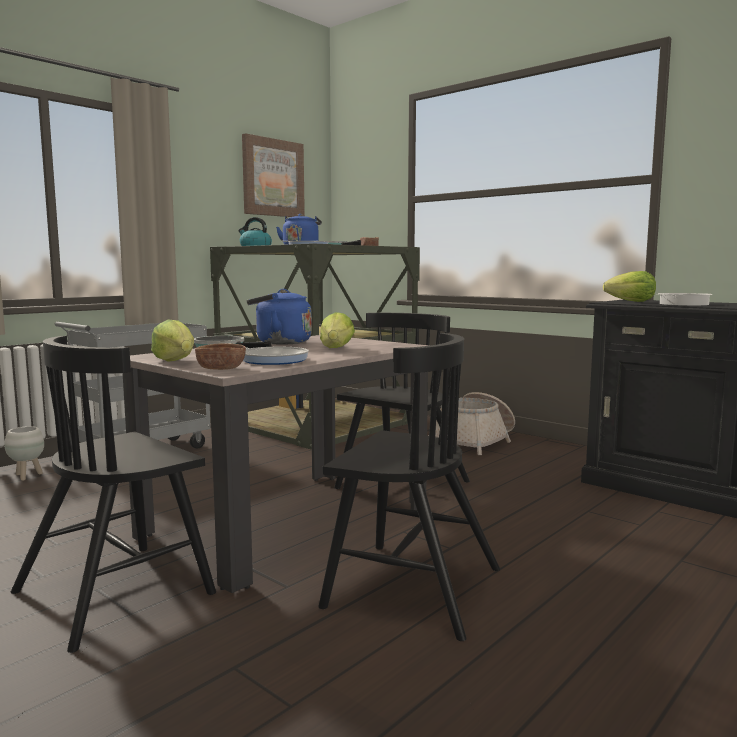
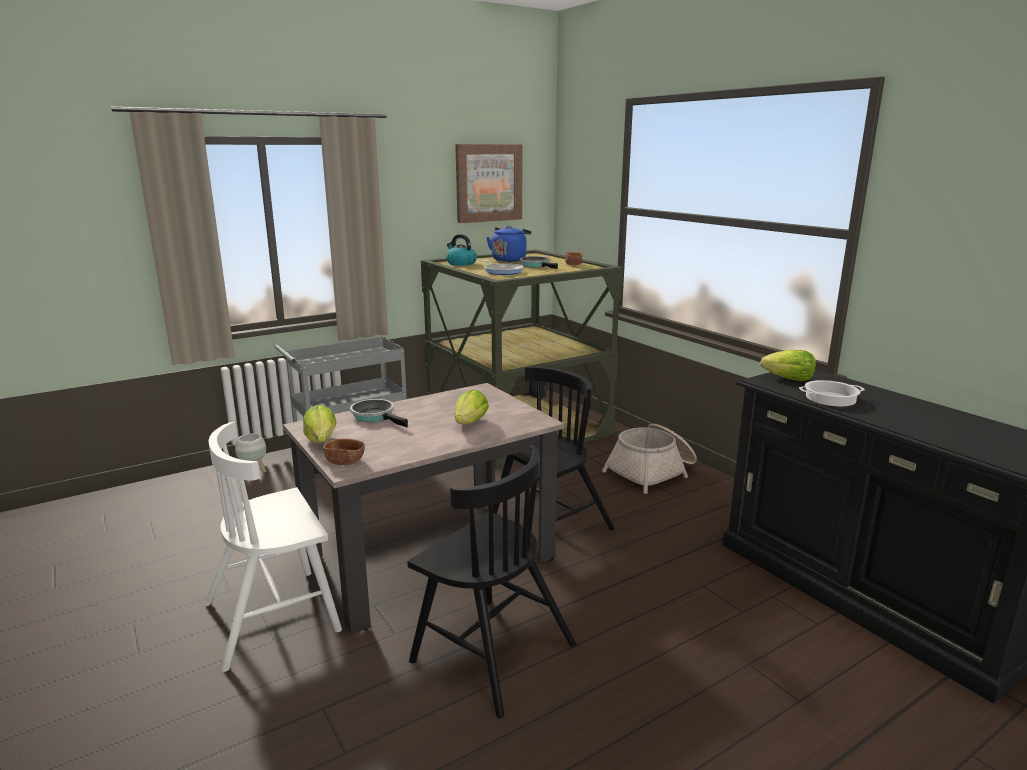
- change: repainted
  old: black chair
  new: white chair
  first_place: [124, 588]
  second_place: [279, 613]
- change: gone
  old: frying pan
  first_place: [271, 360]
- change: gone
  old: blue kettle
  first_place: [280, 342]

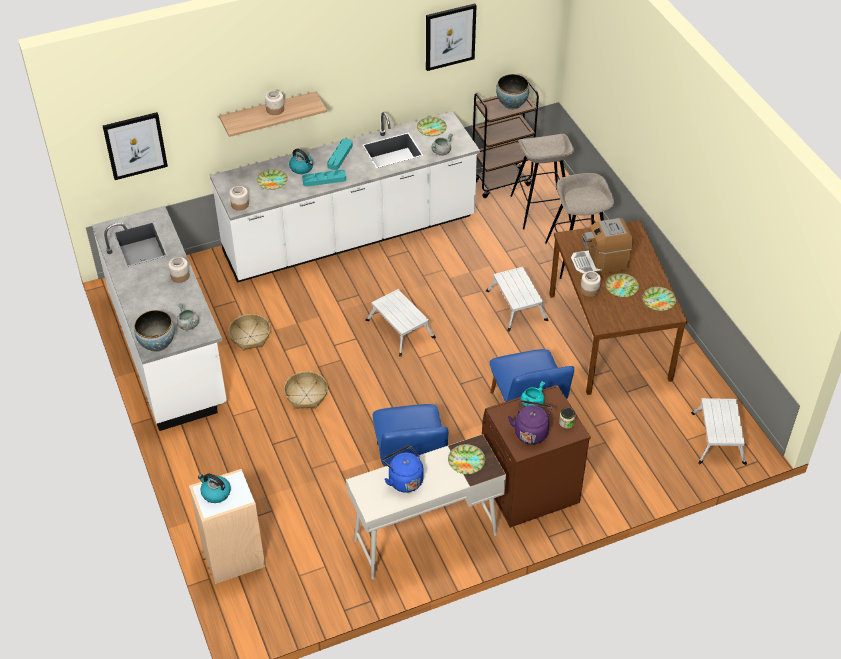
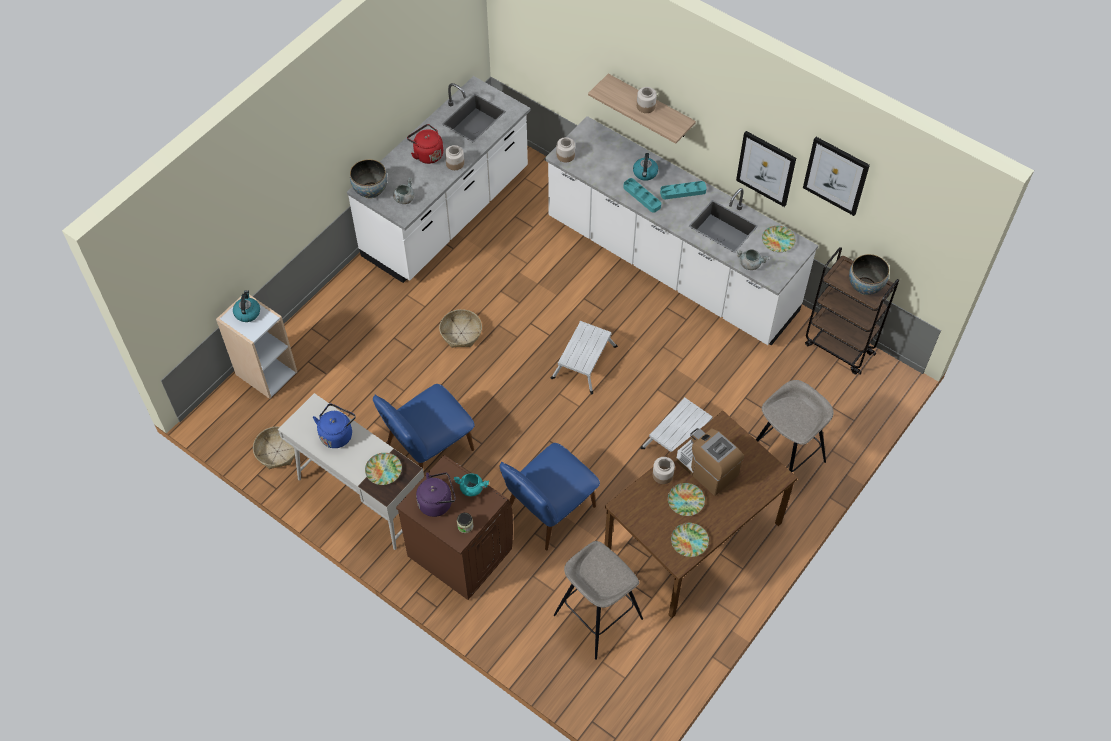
- change: shifted
  old: basket
  first_place: [250, 336]
  second_place: [277, 451]
- change: new
  new: red kettle
  second_place: [427, 154]
- change: shifted
  old: grey stool
  first_place: [540, 209]
  second_place: [597, 617]
- change: shifted
  old: picture
  first_place: [135, 145]
  second_place: [766, 168]
- change: gone
  old: plate
  first_place: [272, 181]
- change: gone
  old: white step ladder
  first_place: [718, 438]

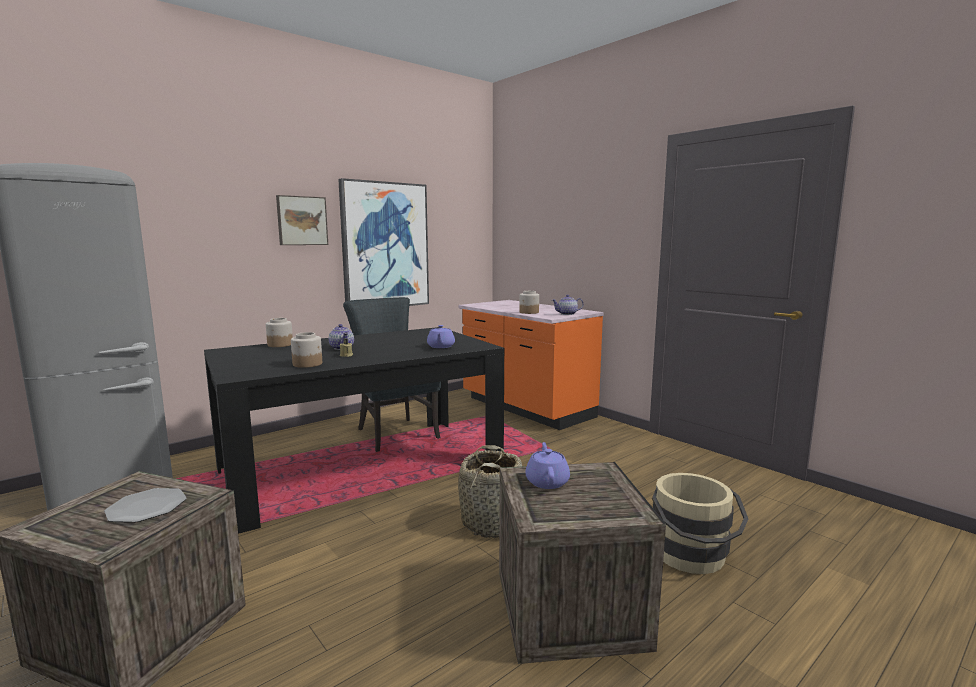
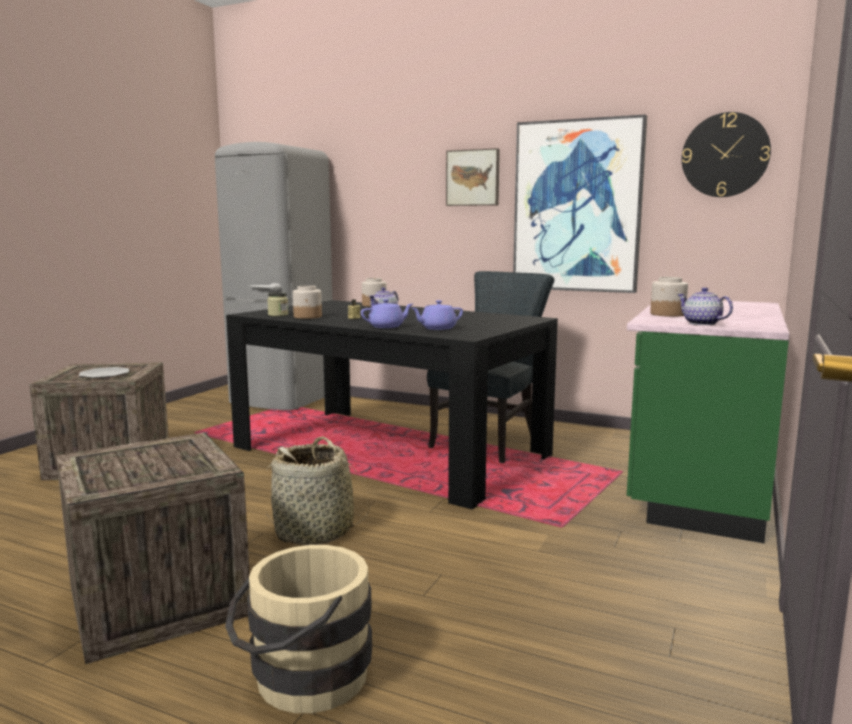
- change: new
  new: jar
  second_place: [278, 315]
- change: shifted
  old: purple teapot
  first_place: [547, 481]
  second_place: [387, 326]
- change: repainted
  old: orange counter
  new: green counter
  first_place: [525, 408]
  second_place: [696, 486]
- change: new
  new: wall clock
  second_place: [725, 155]

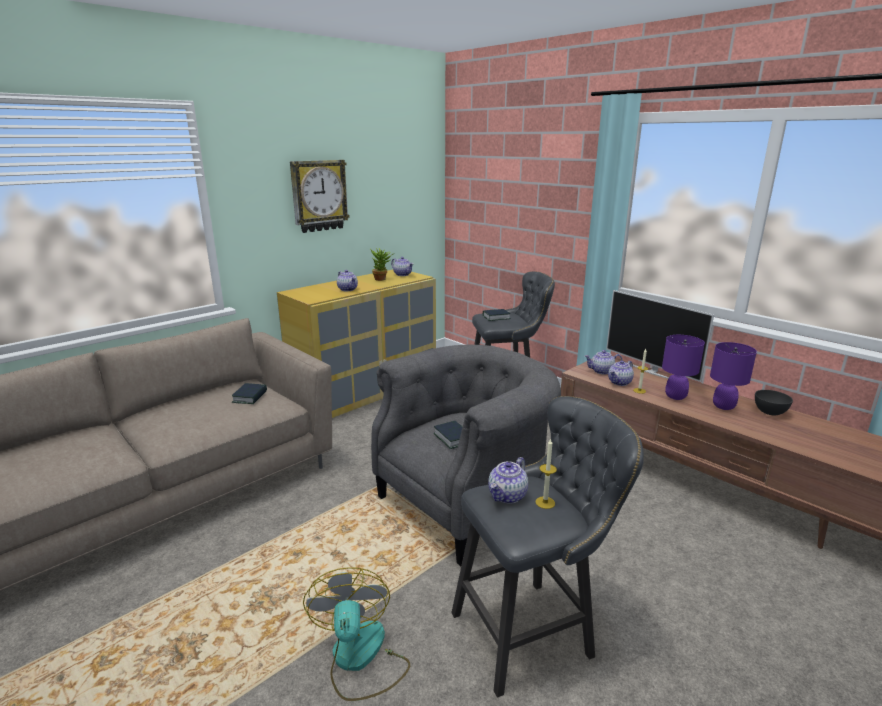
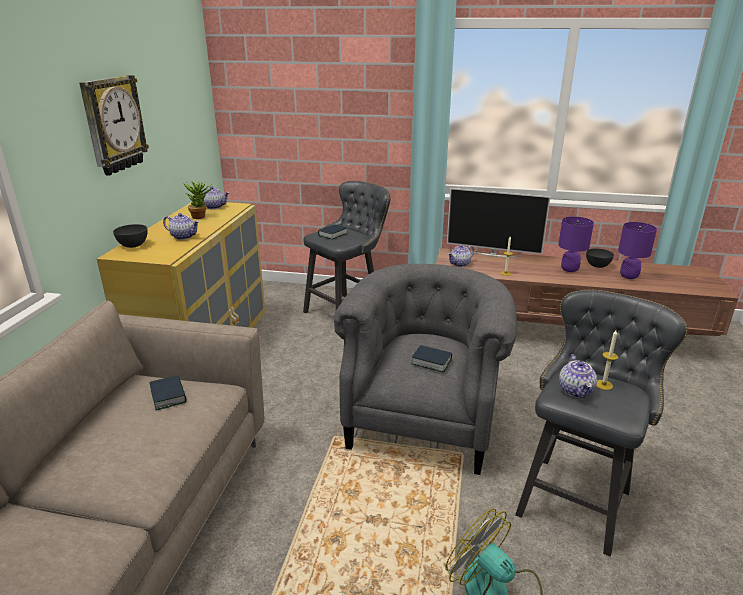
- change: new
  new: grey bowl
  second_place: [133, 245]
- change: shifted
  old: purple table lamp
  first_place: [676, 397]
  second_place: [629, 277]
- change: gone
  old: teapot
  first_place: [620, 382]

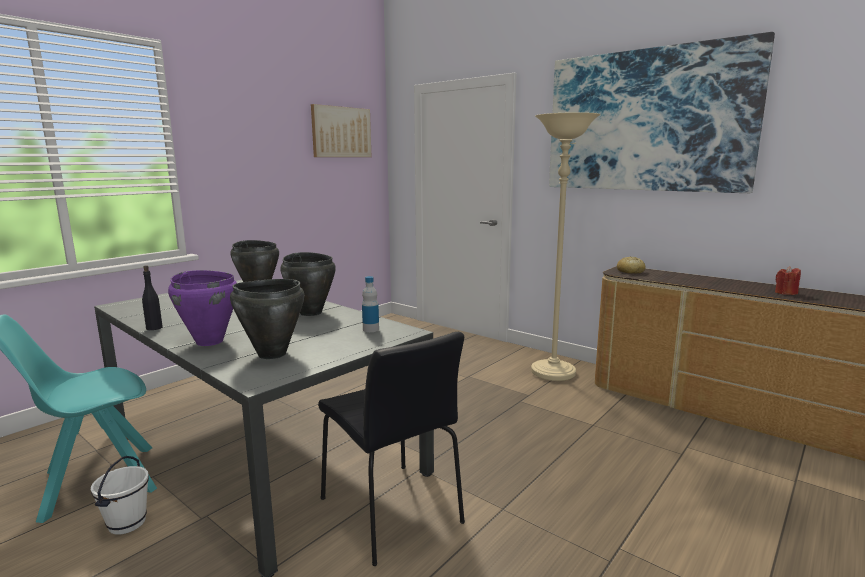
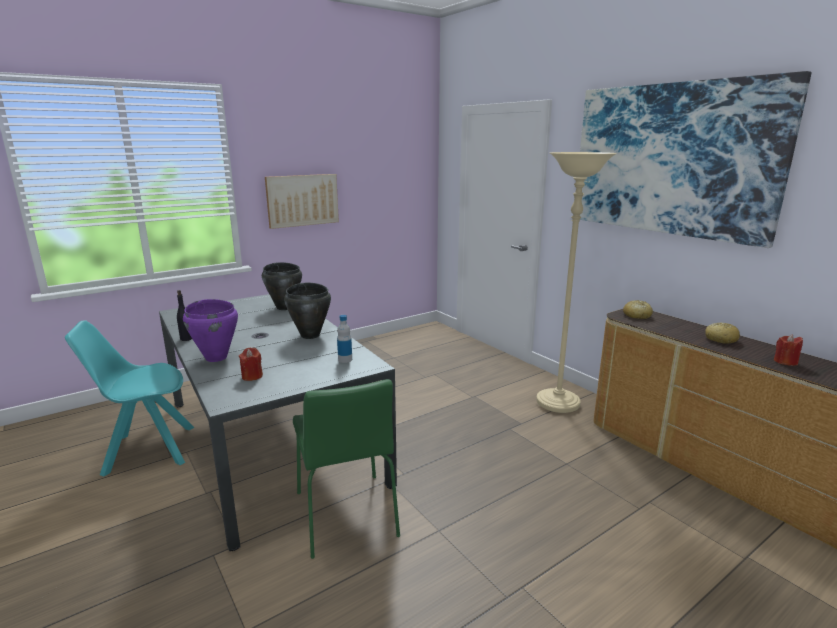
- change: swapped
  old: black cooking pot
  new: red candle
  first_place: [271, 354]
  second_place: [252, 376]
- change: shifted
  old: picture
  first_place: [341, 132]
  second_place: [302, 200]
- change: repainted
  old: black chair
  new: green chair
  first_place: [393, 513]
  second_place: [347, 516]
- change: new
  new: bread
  second_place: [720, 339]
- change: gone
  old: white bucket
  first_place: [126, 523]

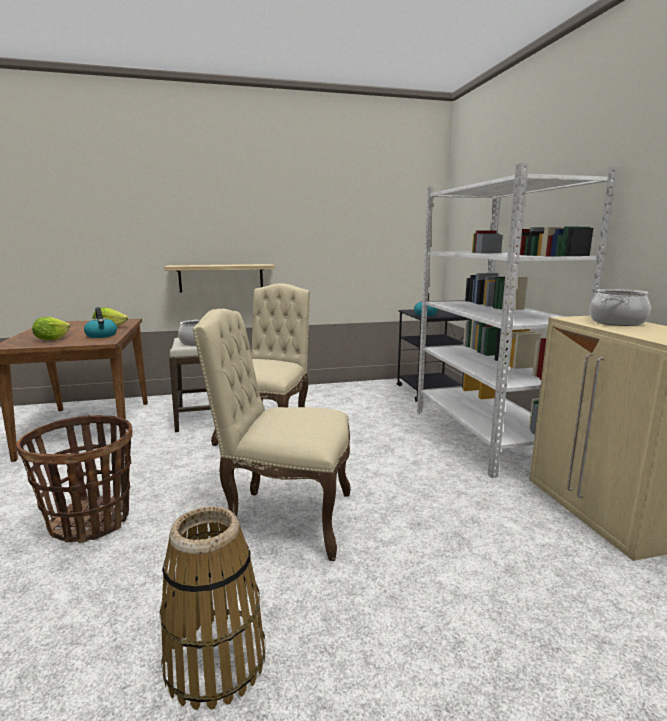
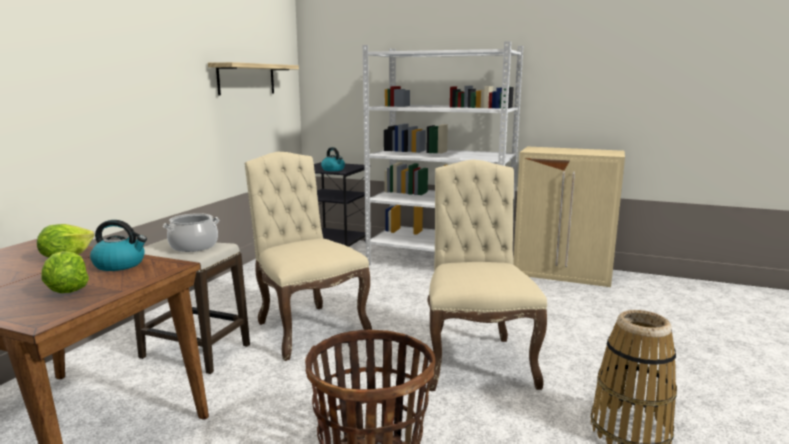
- change: shifted
  old: shelf
  first_place: [221, 278]
  second_place: [246, 79]
- change: rotated
  old: beige chair
  first_place: [287, 518]
  second_place: [476, 361]
  degrees: 135
- change: gone
  old: cooking pot
  first_place: [617, 322]

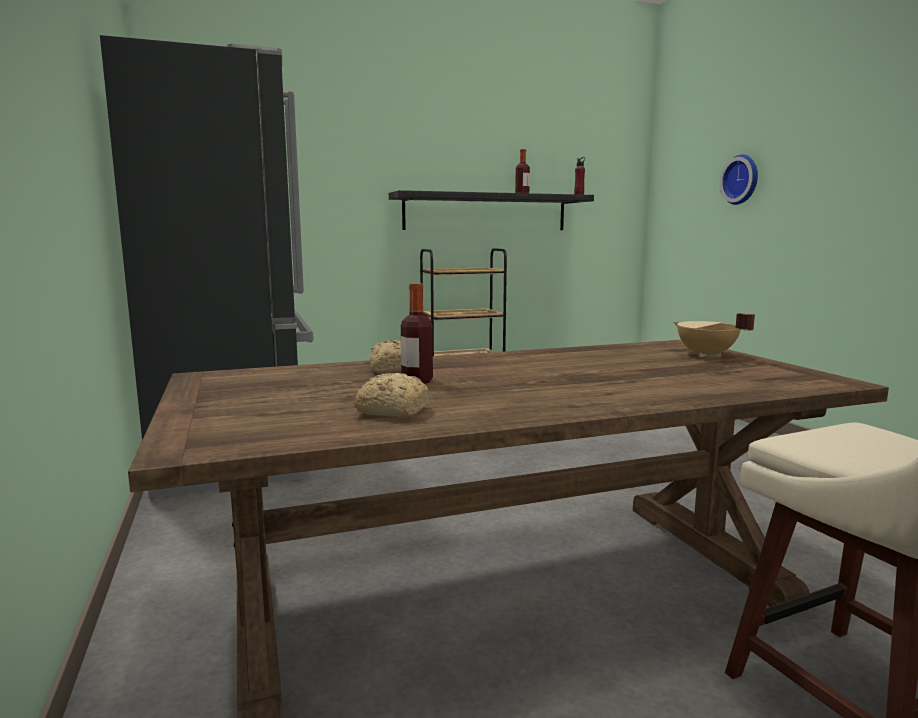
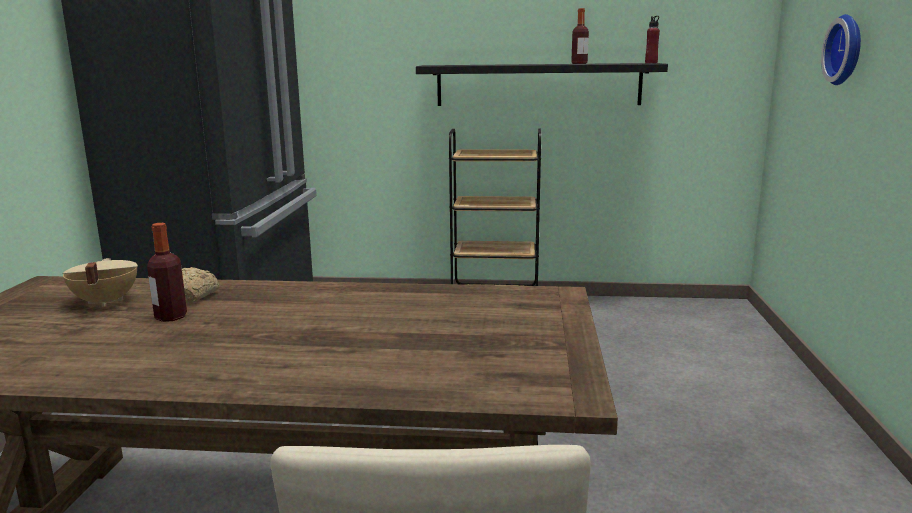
- change: shifted
  old: beige cooking pot
  first_place: [706, 355]
  second_place: [104, 302]
- change: gone
  old: bread
  first_place: [392, 411]

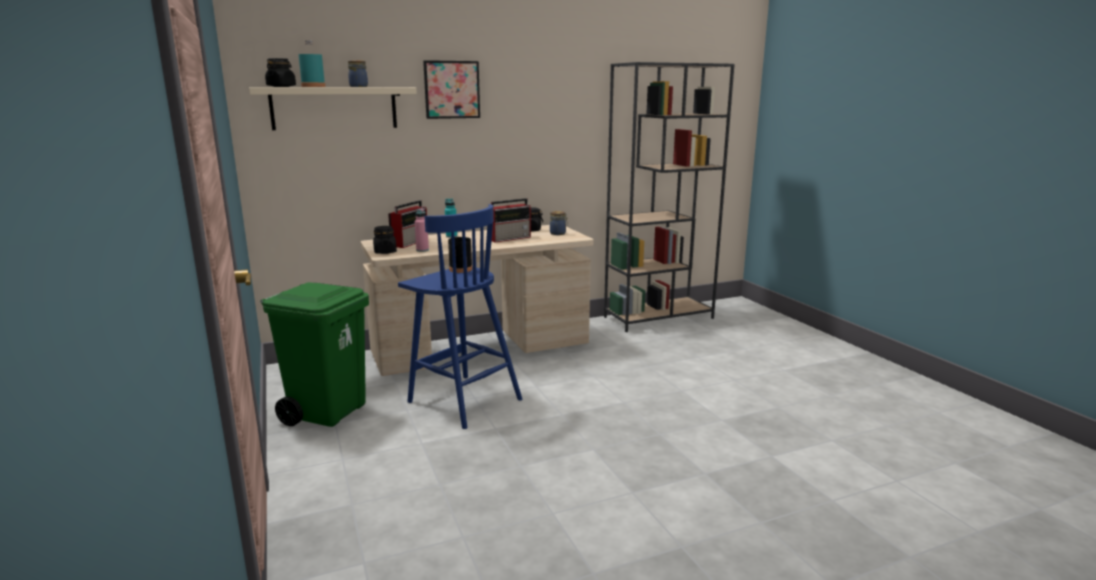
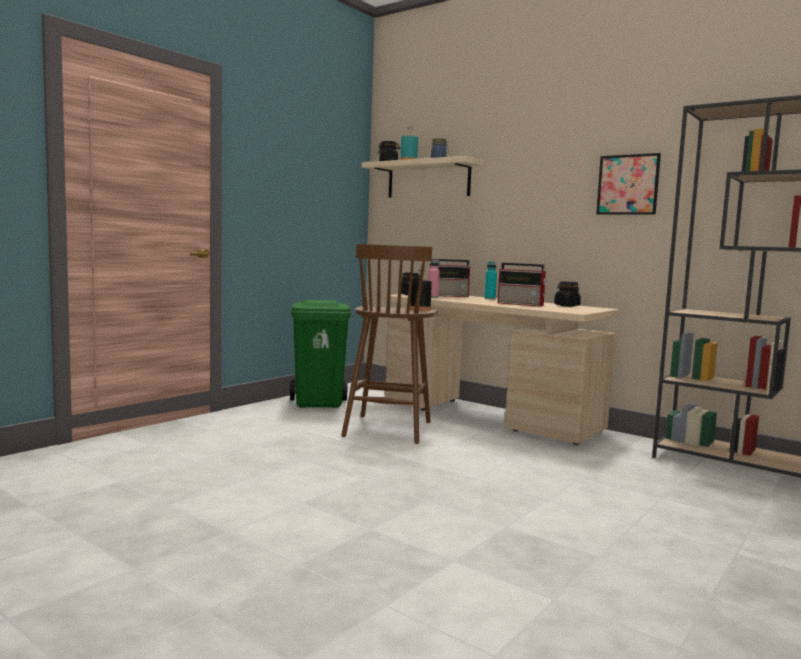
- change: repainted
  old: blue stool
  new: brown stool
  first_place: [462, 399]
  second_place: [388, 428]
- change: shifted
  old: picture
  first_place: [452, 89]
  second_place: [628, 184]
- change: gone
  old: jar
  first_place: [558, 233]

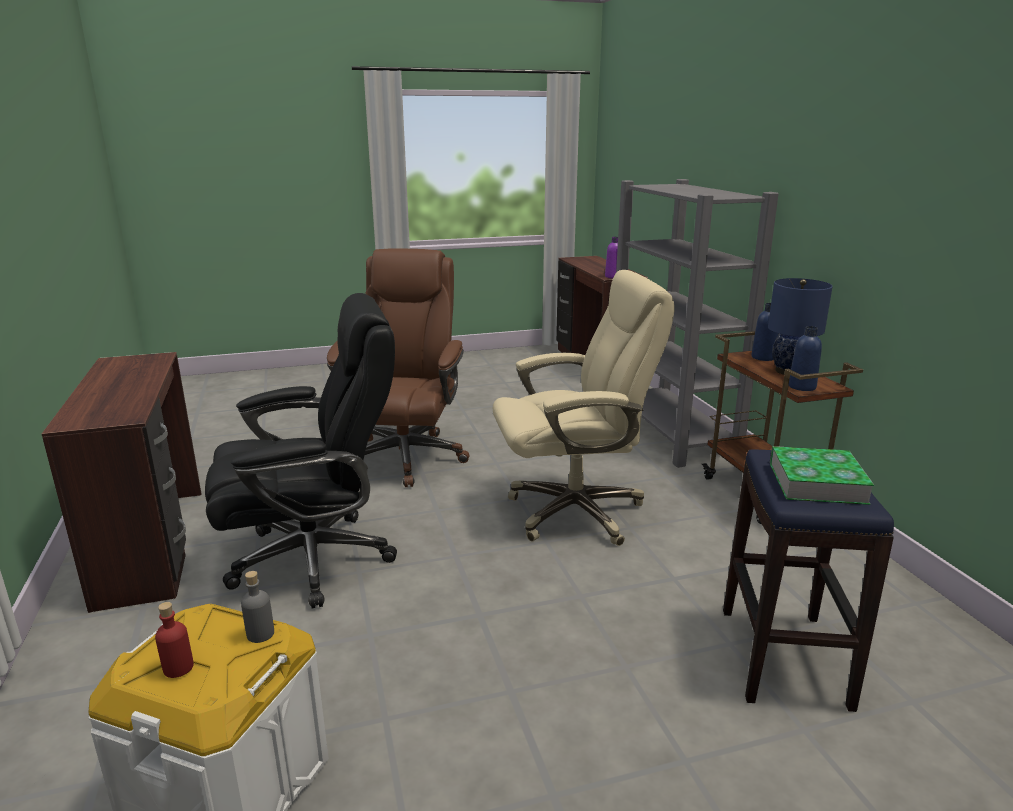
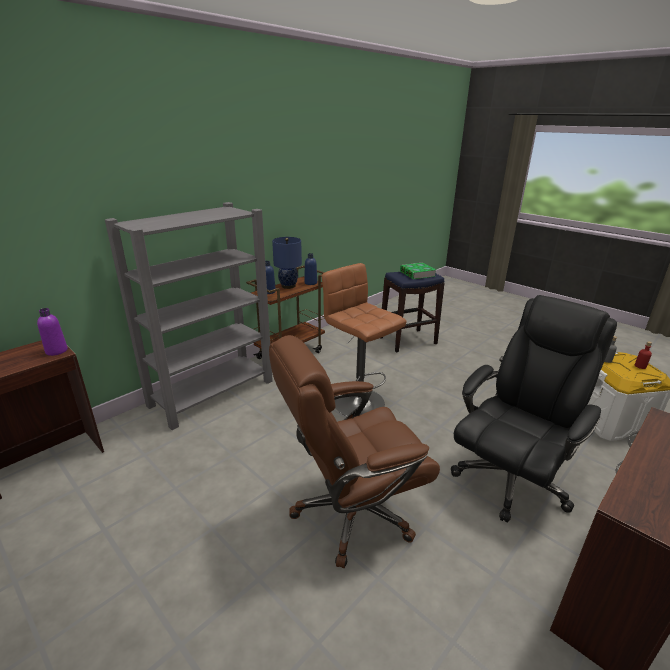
- change: swapped
  old: beige office chair
  new: brown stool
  first_place: [572, 513]
  second_place: [359, 402]
- change: rotated
  old: black office chair
  first_place: [313, 559]
  second_place: [510, 479]
  degrees: 90

